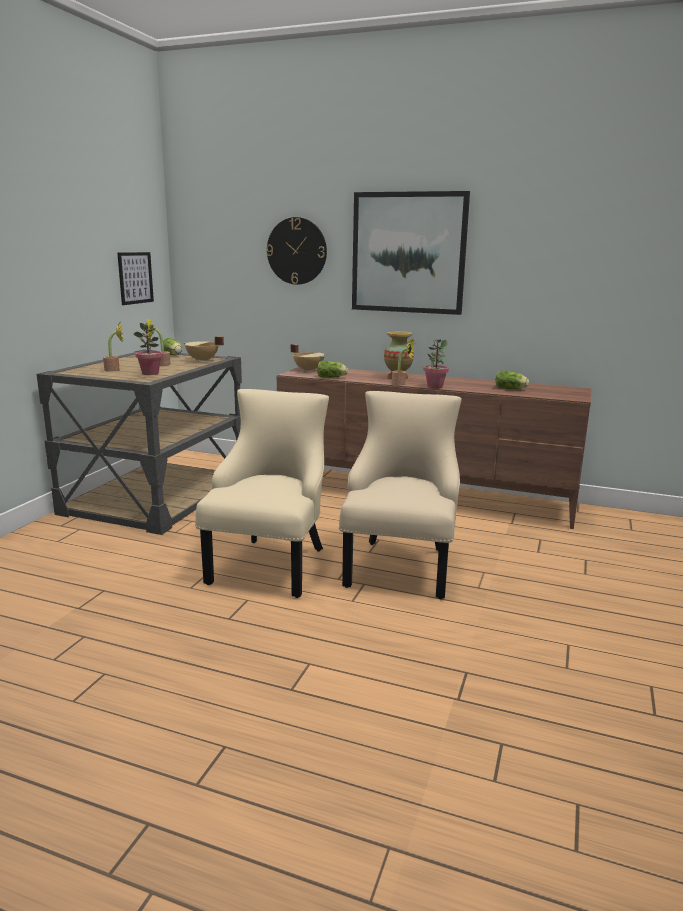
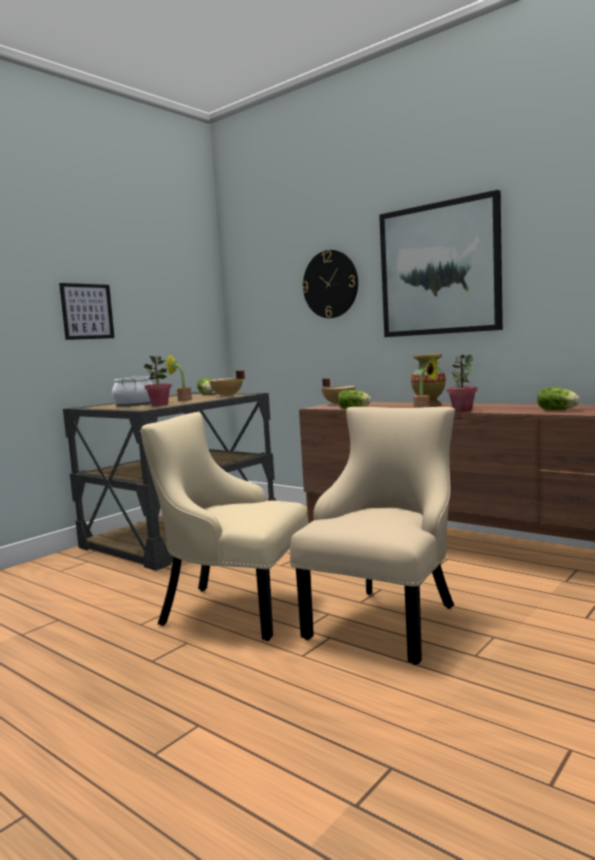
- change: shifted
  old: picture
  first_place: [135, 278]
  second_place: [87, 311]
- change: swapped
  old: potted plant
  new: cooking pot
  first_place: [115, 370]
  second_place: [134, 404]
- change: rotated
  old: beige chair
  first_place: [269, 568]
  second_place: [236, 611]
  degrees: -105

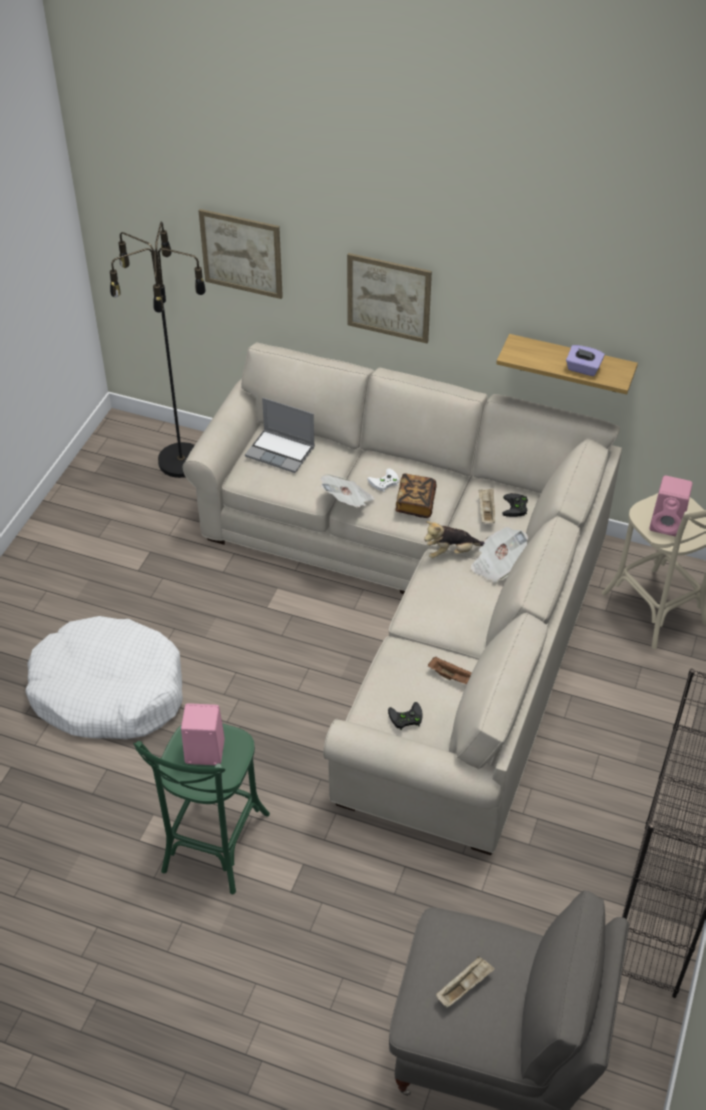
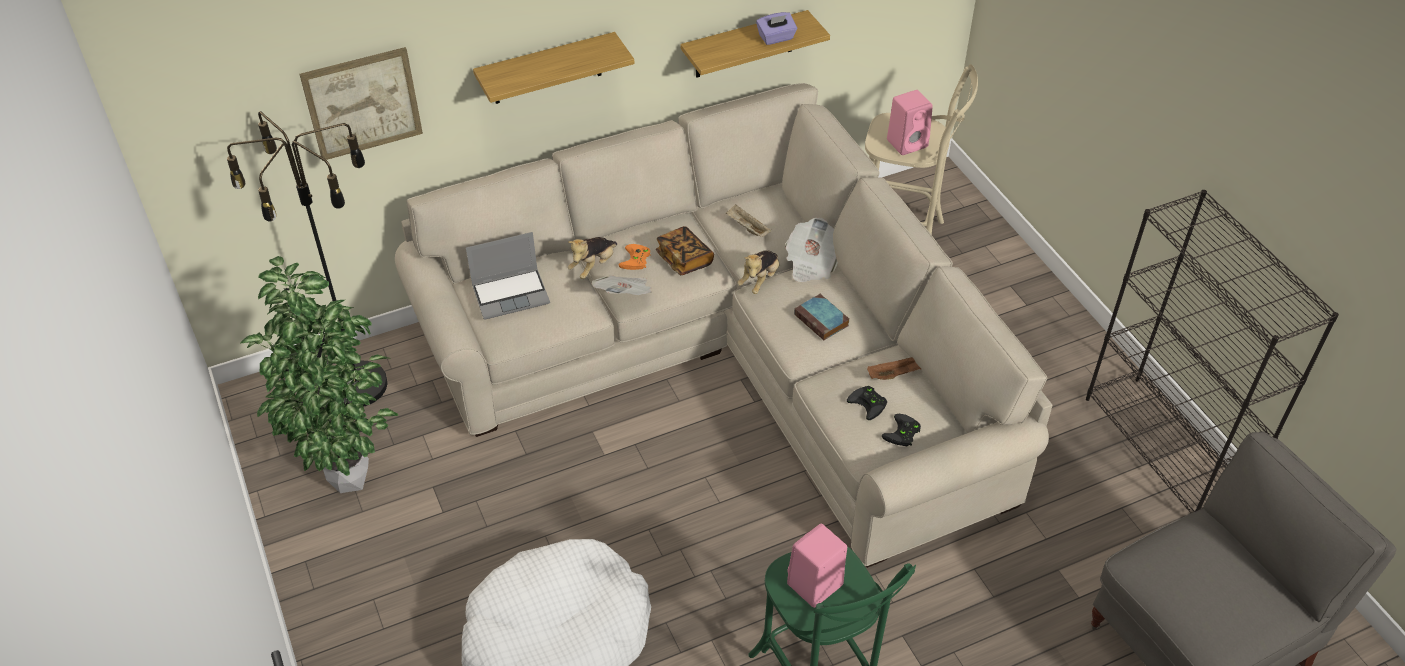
- change: new
  new: potted plant
  second_place: [351, 476]
- change: swapped
  old: picture
  new: shelf
  first_place: [388, 297]
  second_place: [546, 69]
- change: new
  new: plush toy
  second_place: [593, 266]
- change: repainted
  old: white game controller
  new: orange game controller
  first_place: [384, 482]
  second_place: [636, 260]
- change: new
  new: book
  second_place: [822, 320]
- change: shifted
  old: black game controller
  first_place: [516, 508]
  second_place: [869, 404]
- change: gone
  old: beige tray
  first_place: [464, 986]

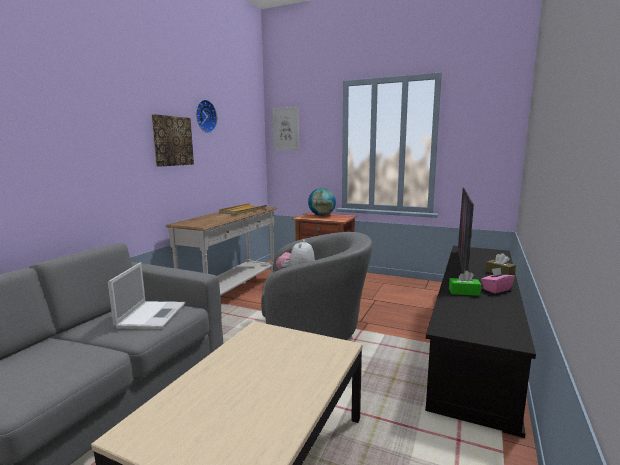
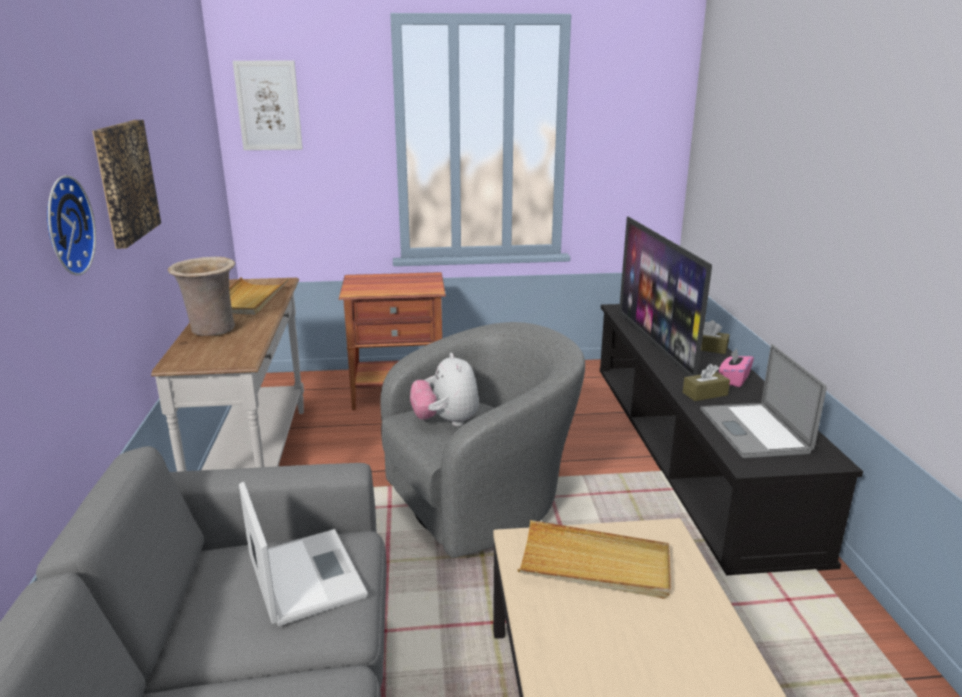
- change: shifted
  old: wall clock
  first_place: [204, 116]
  second_place: [64, 226]
- change: new
  new: beige vase
  second_place: [211, 330]
- change: new
  new: beige tray
  second_place: [595, 565]
- change: repainted
  old: green tissue box
  new: brown tissue box
  first_place: [464, 292]
  second_place: [705, 394]
- change: new
  new: laptop
  second_place: [753, 430]
- change: gone
  old: globe
  first_place: [322, 215]

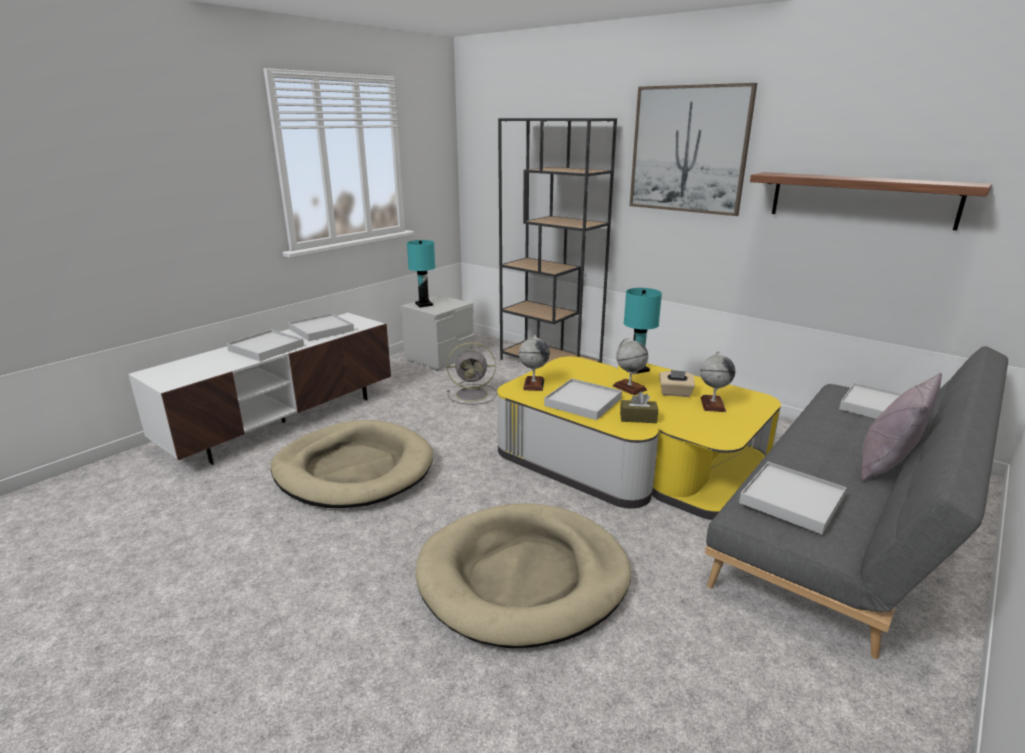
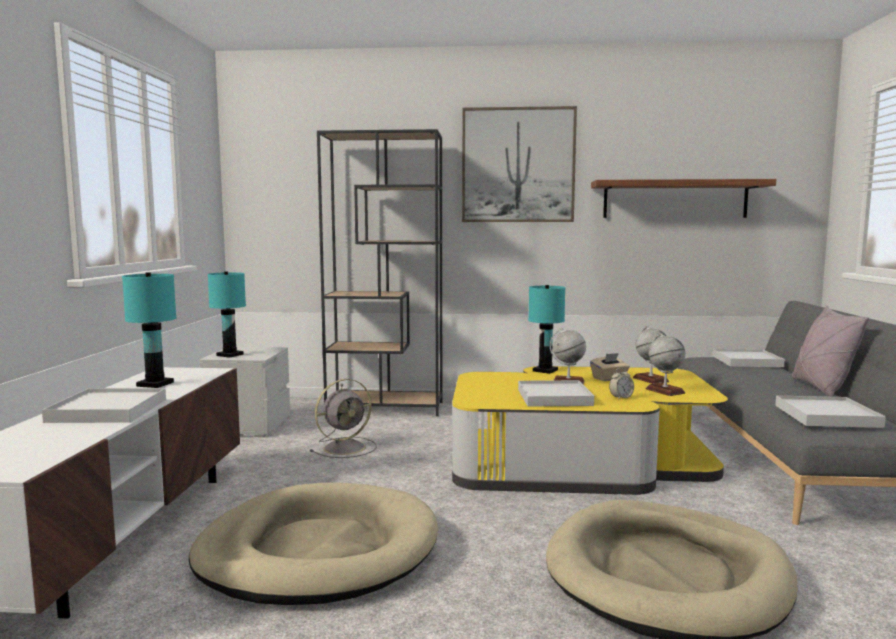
- change: swapped
  old: white tray
  new: turquoise table lamp
  first_place: [321, 330]
  second_place: [155, 384]
- change: swapped
  old: brown tissue box
  new: alarm clock
  first_place: [638, 418]
  second_place: [621, 398]
- change: shifted
  old: globe
  first_place: [533, 384]
  second_place: [664, 391]

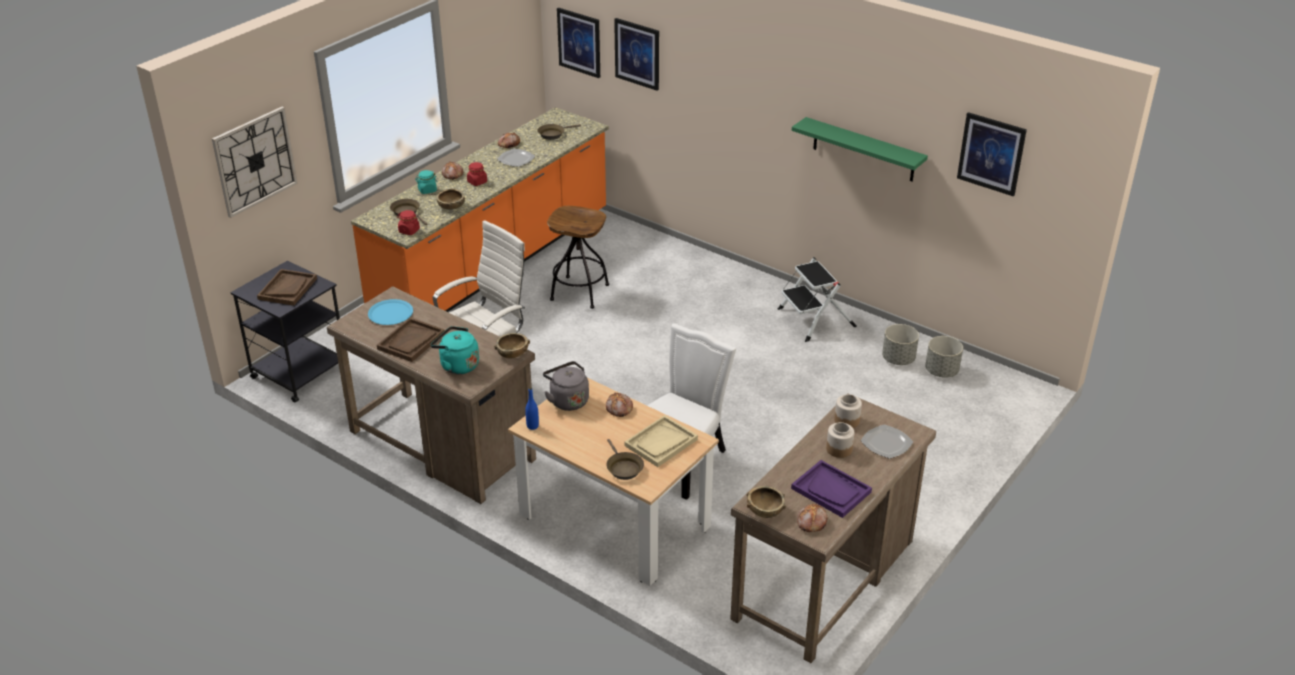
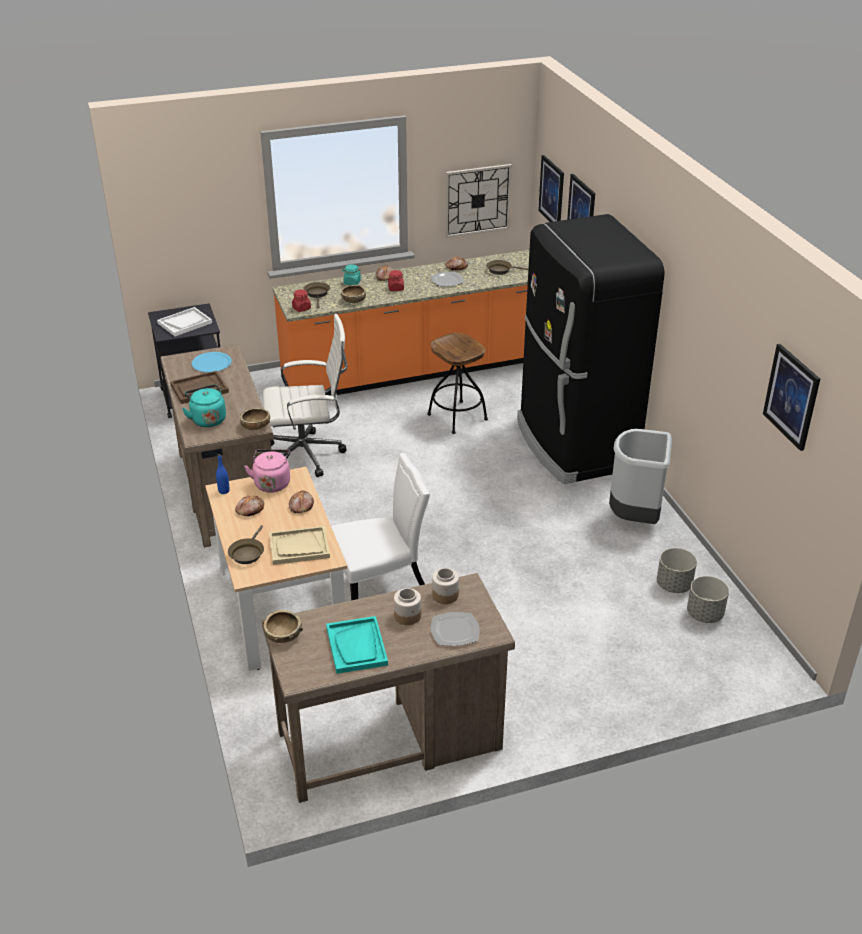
- change: repainted
  old: brown tray
  new: white tray
  first_place: [287, 288]
  second_place: [185, 323]
- change: shifted
  old: bread
  first_place: [811, 522]
  second_place: [249, 509]
- change: repainted
  old: grey kettle
  new: pink kettle
  first_place: [567, 400]
  second_place: [272, 483]
- change: repainted
  old: purple tray
  new: turquoise tray
  first_place: [831, 490]
  second_place: [357, 646]
- change: shifted
  old: wall clock
  first_place: [255, 161]
  second_place: [477, 200]
- change: new
  new: black fridge
  second_place: [574, 445]
- change: swapped
  old: step ladder
  new: grey trash can
  first_place: [816, 319]
  second_place: [635, 518]
- change: gone
  old: green shelf
  first_place: [863, 150]

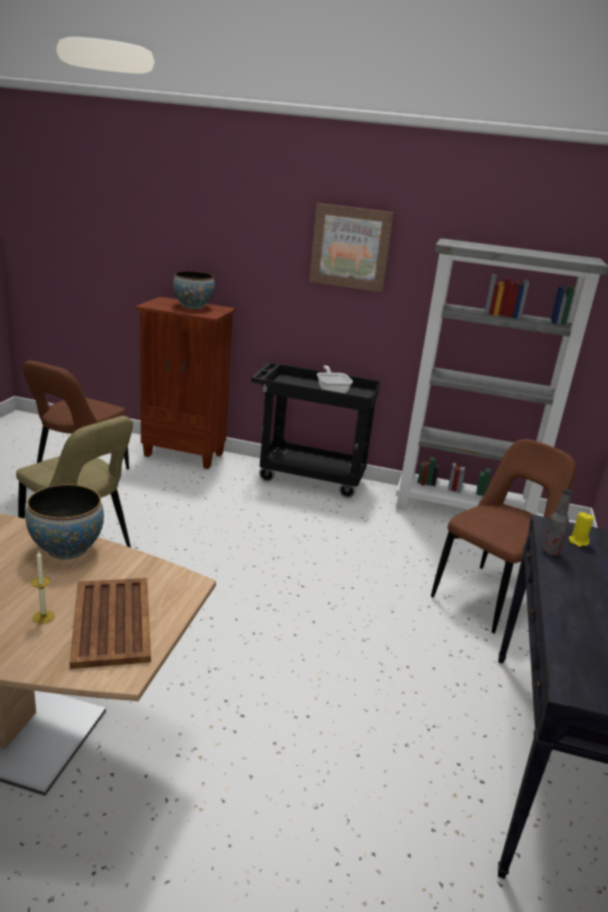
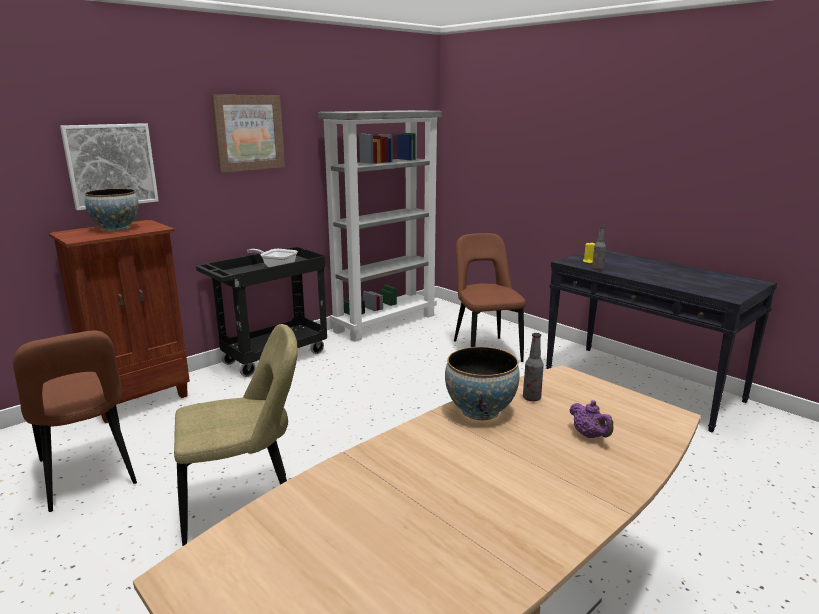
- change: new
  new: picture
  second_place: [111, 165]
- change: new
  new: bottle
  second_place: [531, 398]
- change: swapped
  old: candle
  new: purple teapot
  first_place: [43, 617]
  second_place: [589, 435]
- change: gone
  old: brown tray
  first_place: [112, 621]

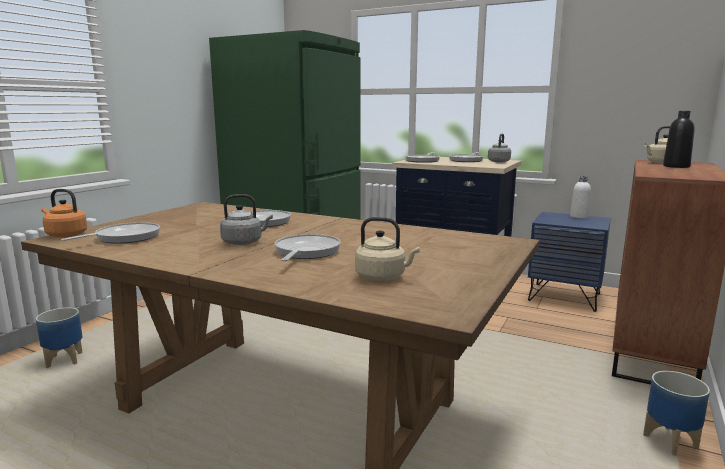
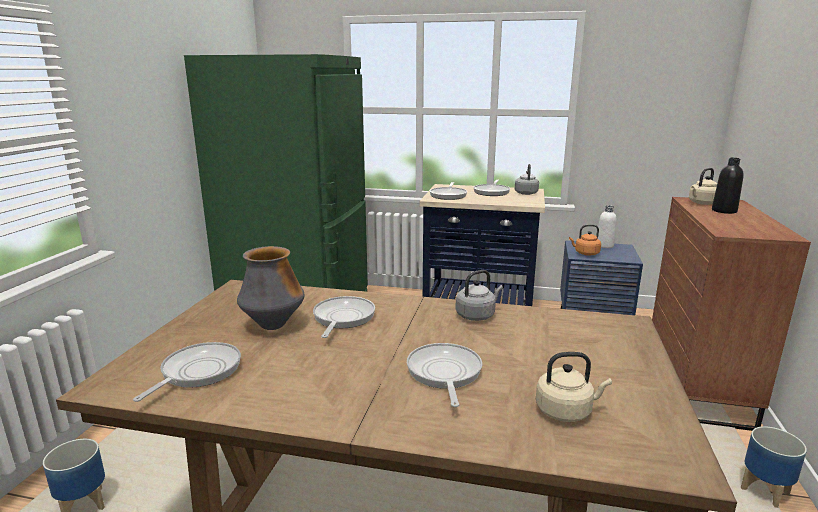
- change: new
  new: vase
  second_place: [273, 325]
- change: shifted
  old: grey kettle
  first_place: [244, 242]
  second_place: [477, 315]
- change: shifted
  old: orange kettle
  first_place: [65, 235]
  second_place: [585, 253]

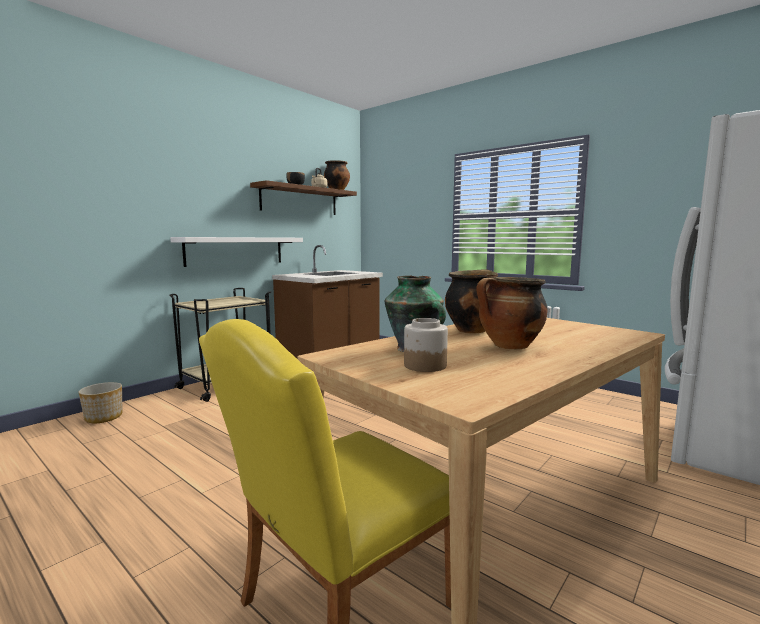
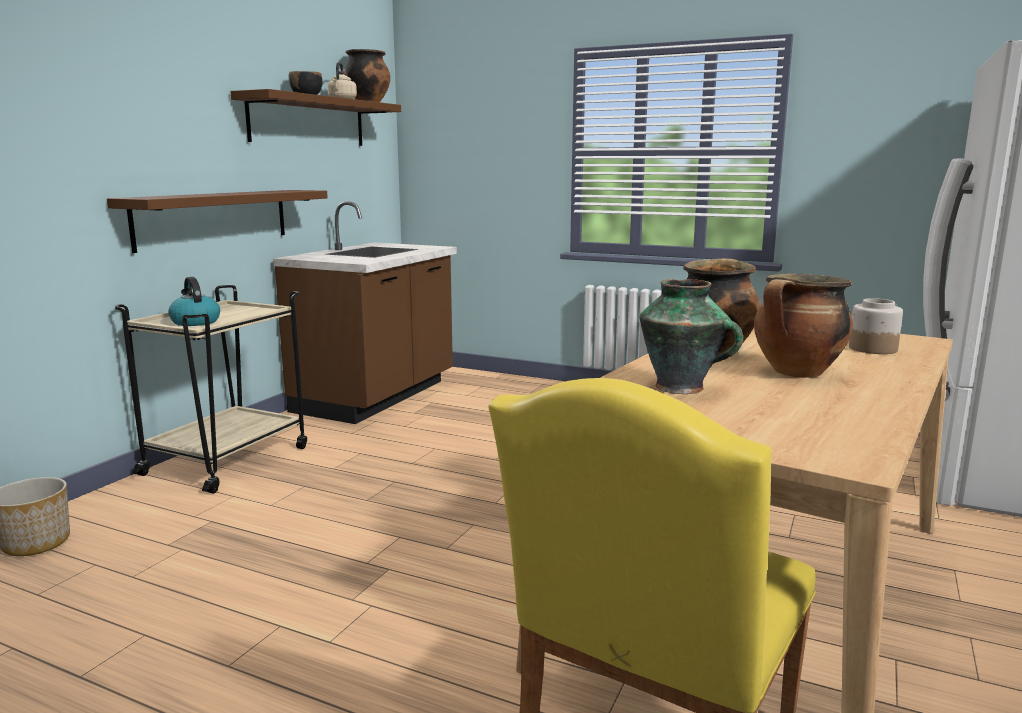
- change: repainted
  old: white shelf
  new: brown shelf
  first_place: [235, 251]
  second_place: [214, 218]
- change: new
  new: kettle
  second_place: [195, 322]
- change: shifted
  old: jar
  first_place: [424, 365]
  second_place: [872, 349]

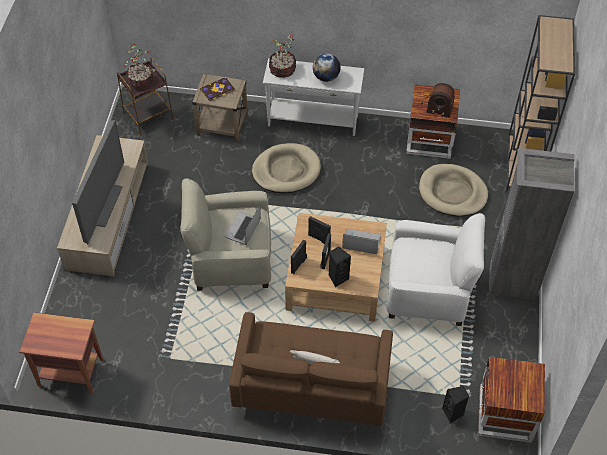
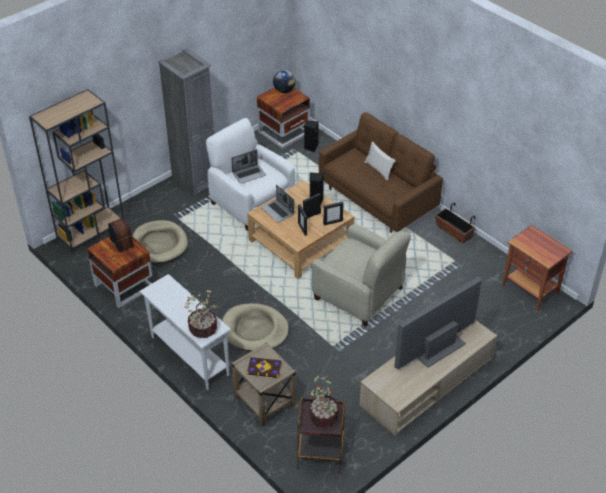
- change: shifted
  old: laptop
  first_place: [243, 229]
  second_place: [249, 174]
- change: shifted
  old: globe
  first_place: [326, 77]
  second_place: [284, 90]
- change: new
  new: planter
  second_place: [454, 232]

